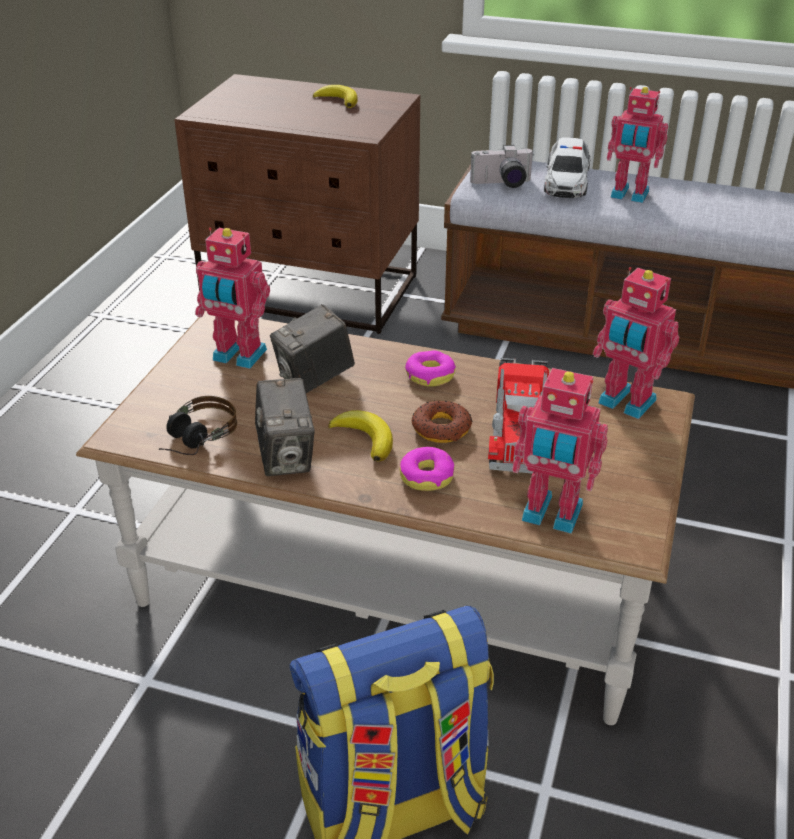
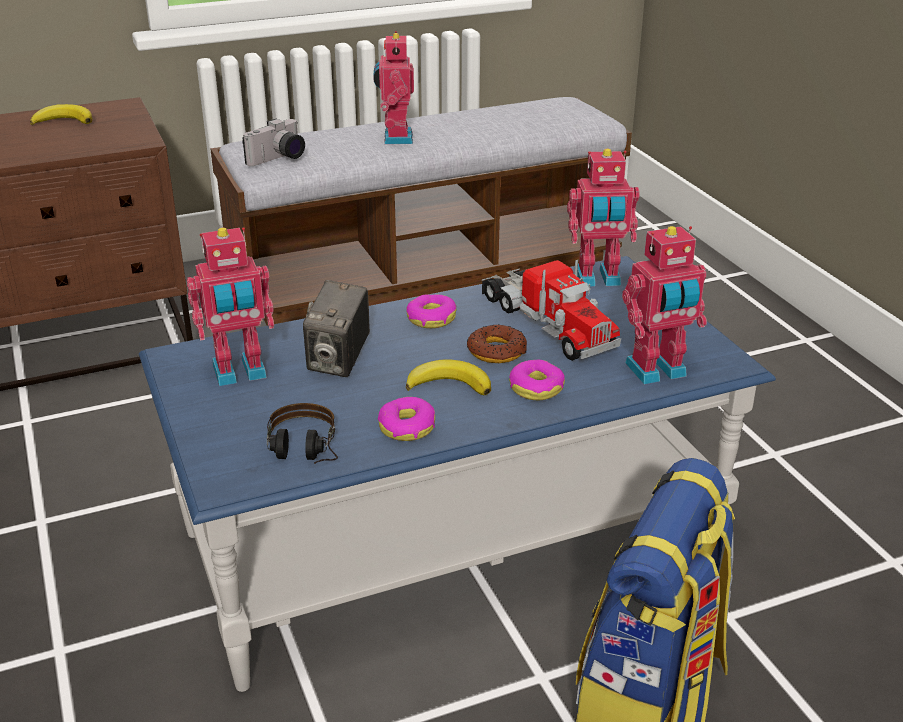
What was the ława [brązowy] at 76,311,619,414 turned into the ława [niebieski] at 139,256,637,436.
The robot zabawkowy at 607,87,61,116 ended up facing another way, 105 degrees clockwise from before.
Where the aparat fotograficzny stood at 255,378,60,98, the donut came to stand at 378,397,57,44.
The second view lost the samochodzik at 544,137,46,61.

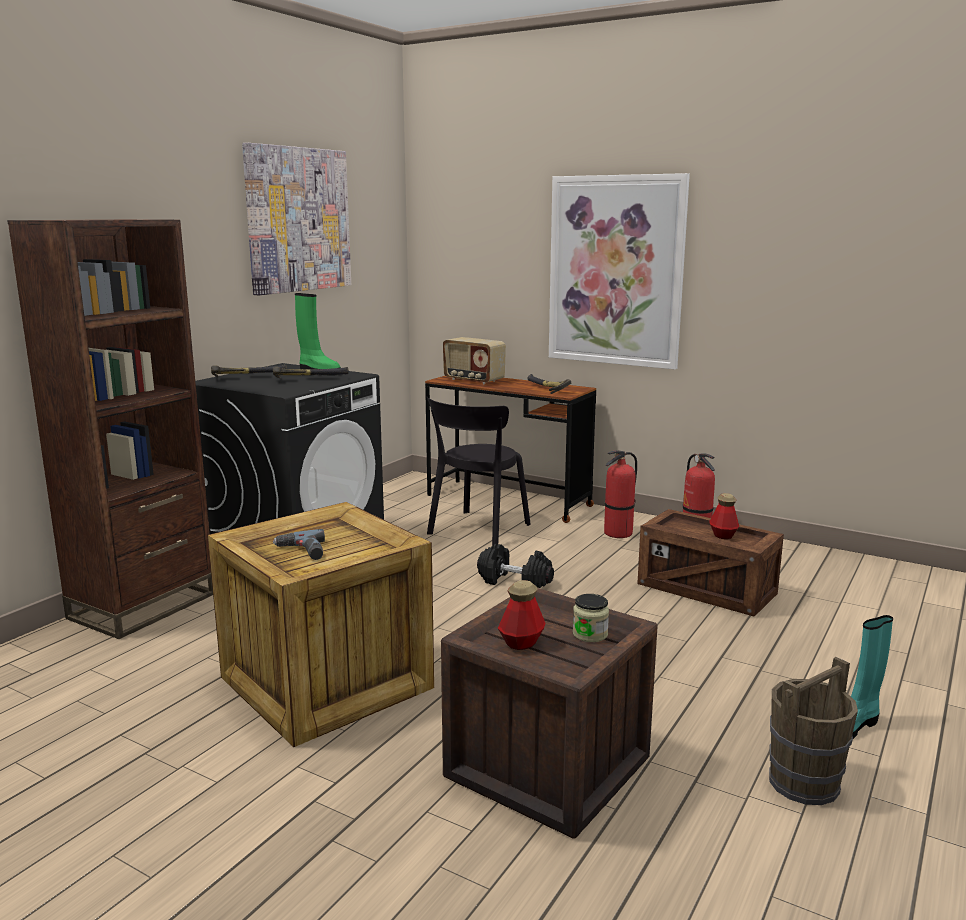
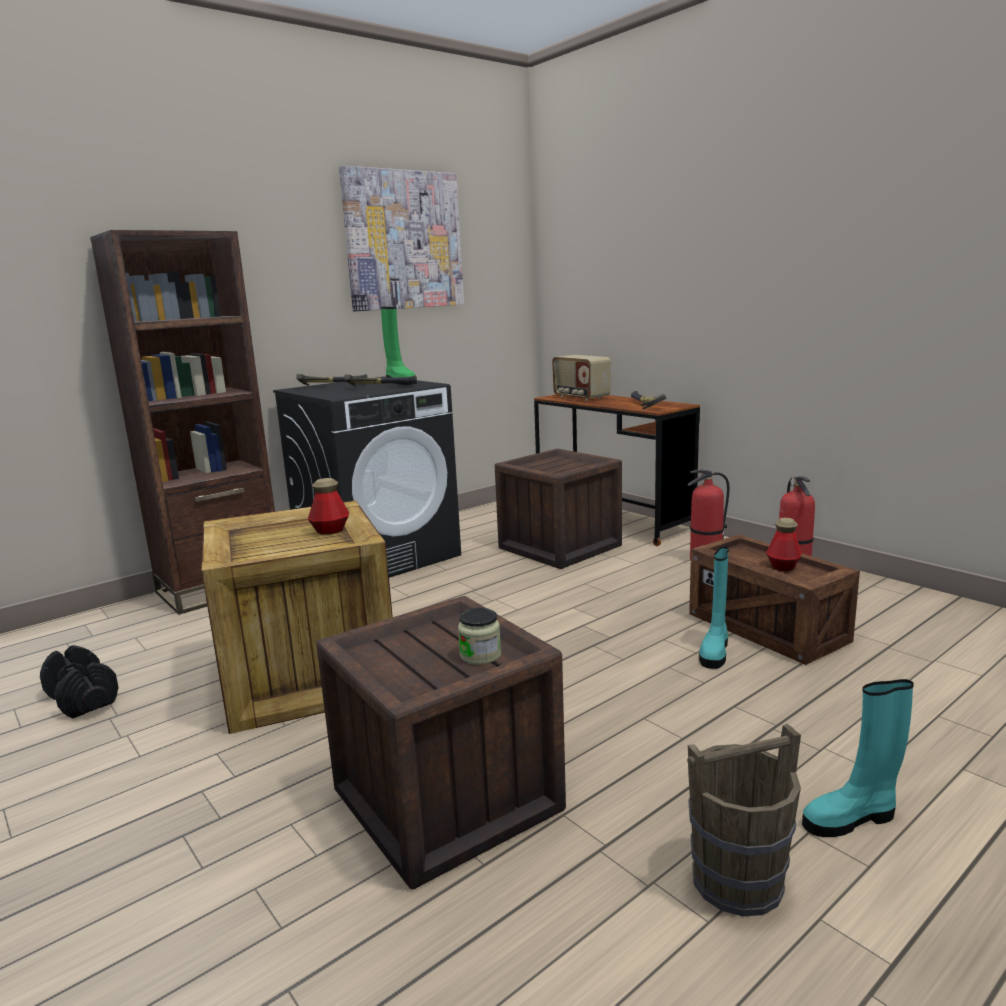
The hantel [czarny] ended up elsewhere, having gone from 477,544,77,44 to 40,645,79,74.
The butelka ended up elsewhere, having gone from 498,580,48,70 to 308,478,41,56.
Where the krzesło [czarny] stood at 427,397,104,149, the skrzynka came to stand at 495,449,127,120.
The second view gained the but z cholewką [turkusowy] at 699,546,30,123.
The second view lost the wiertarka at 273,529,52,31.
The second view lost the obraz at 549,173,141,196.

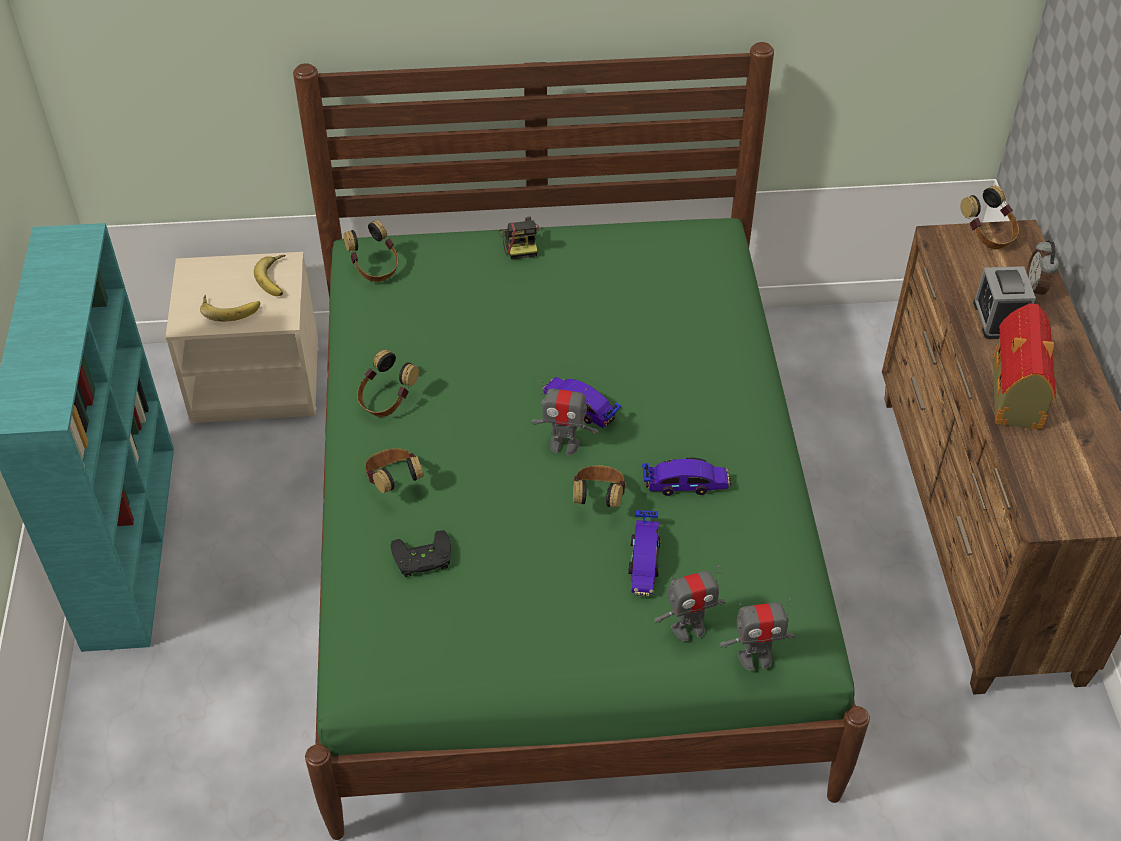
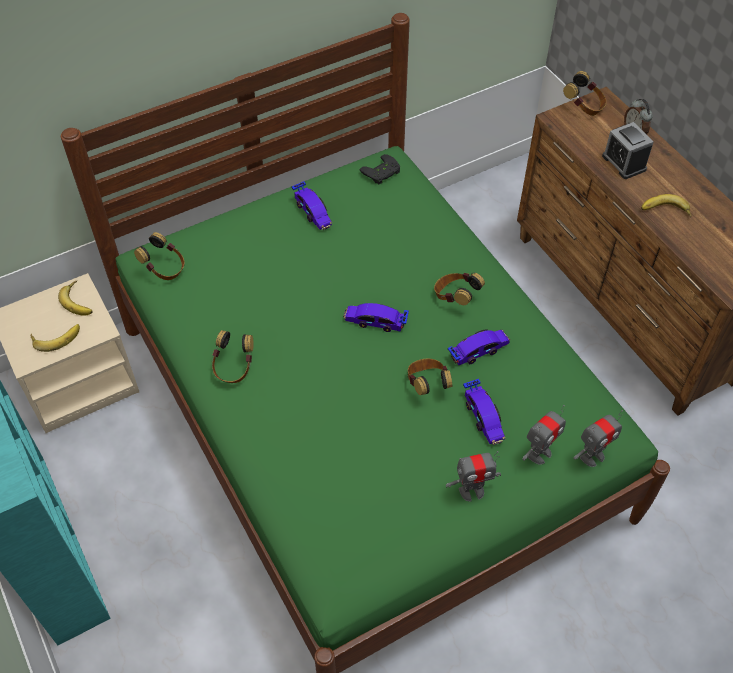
The second view gained the samochodzik at 292,181,40,49.
The pad do gier [czarny] ended up elsewhere, having gone from 391,530,60,47 to 360,154,40,31.
The słuchawki ended up elsewhere, having gone from 365,448,59,45 to 434,273,51,32.
The robot zabawkowy ended up elsewhere, having gone from 531,380,67,75 to 446,451,55,50.
Where the domek stood at 993,303,63,126, the banan came to stand at 641,194,50,24.
The second view lost the aparat fotograficzny at 499,217,40,42.

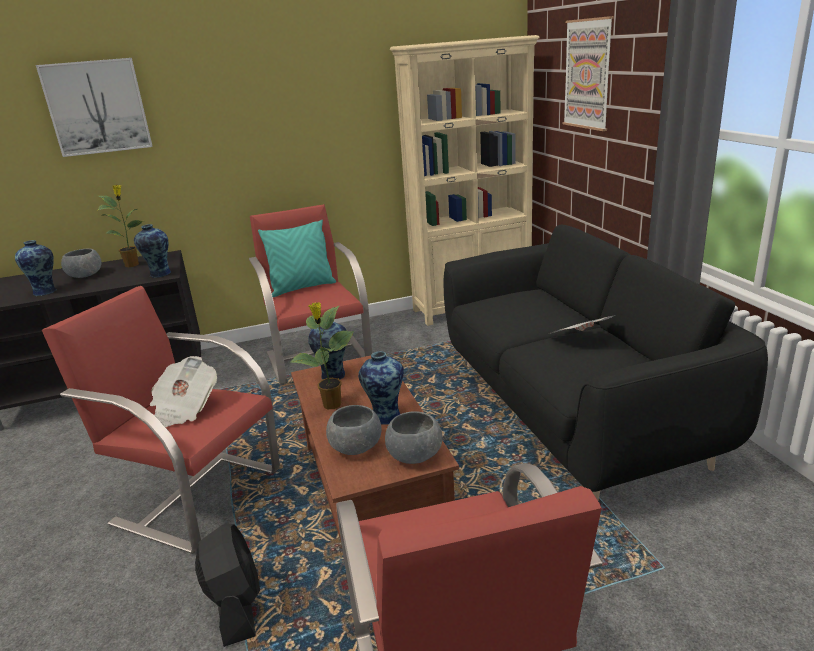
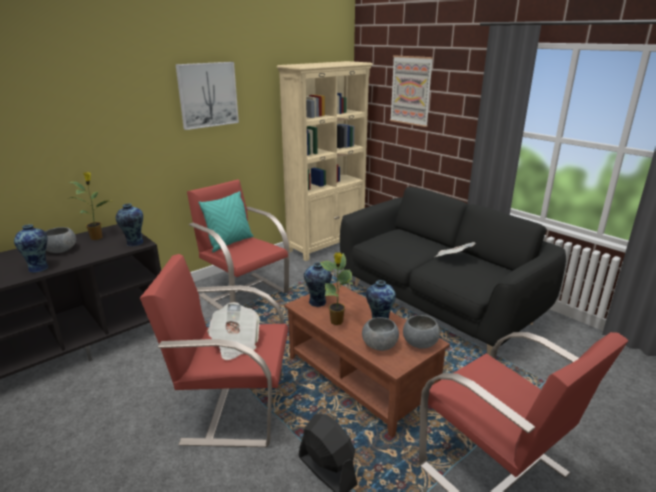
The obraz ended up elsewhere, having gone from 36,58,116,99 to 175,62,64,68.

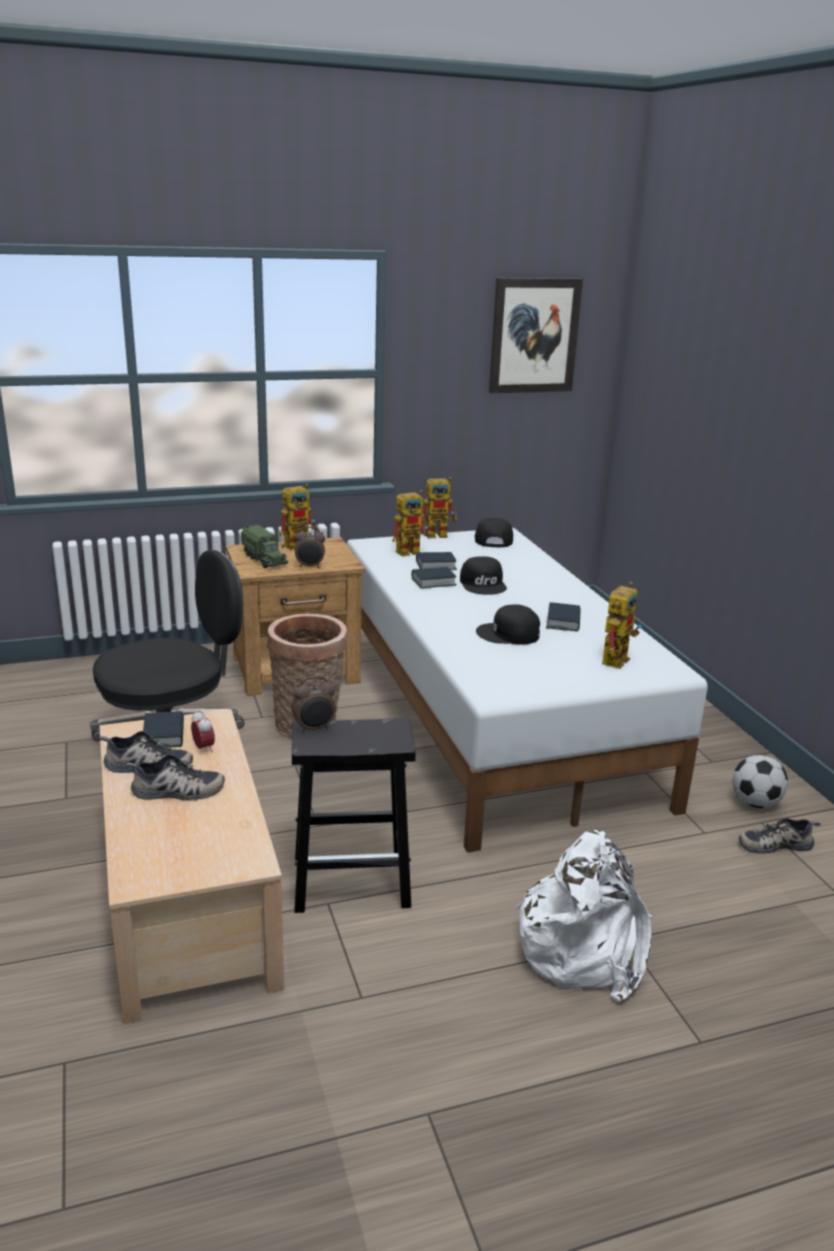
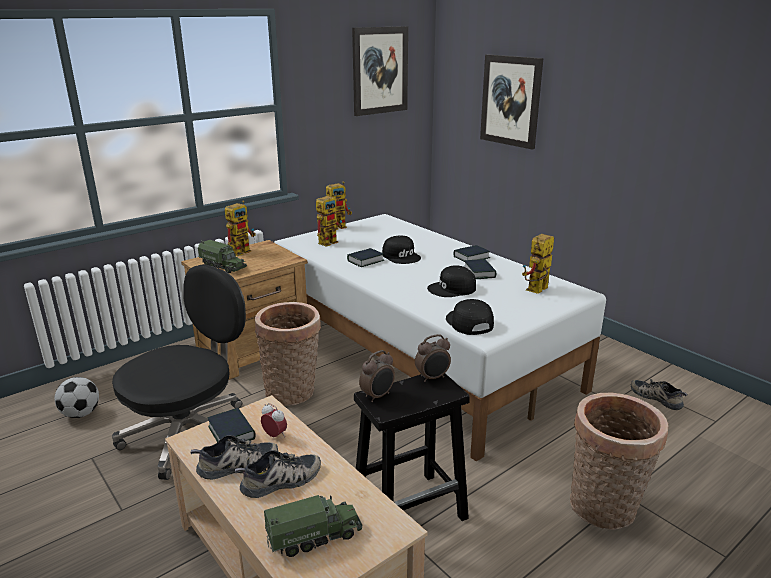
The piłka futbolowa ended up elsewhere, having gone from 733,755,55,53 to 55,377,44,41.
The second view gained the ciężarówka zabawkowa at 264,495,98,62.
The budzik ended up elsewhere, having gone from 295,526,30,42 to 415,334,36,48.
The czapka z daszkiem [czarny] ended up elsewhere, having gone from 474,518,39,29 to 446,299,48,36.
The książka ended up elsewhere, having gone from 416,552,41,18 to 453,245,37,17.
The second view gained the obraz at 480,55,63,95.
The robot zabawkowy at 602,582,40,87 ended up facing another way, 150 degrees counterclockwise from before.
Where the plecak [biały] stood at 515,830,137,172, the koszyk came to stand at 570,392,98,138.
The but at 739,818,82,36 ended up facing another way, 75 degrees clockwise from before.

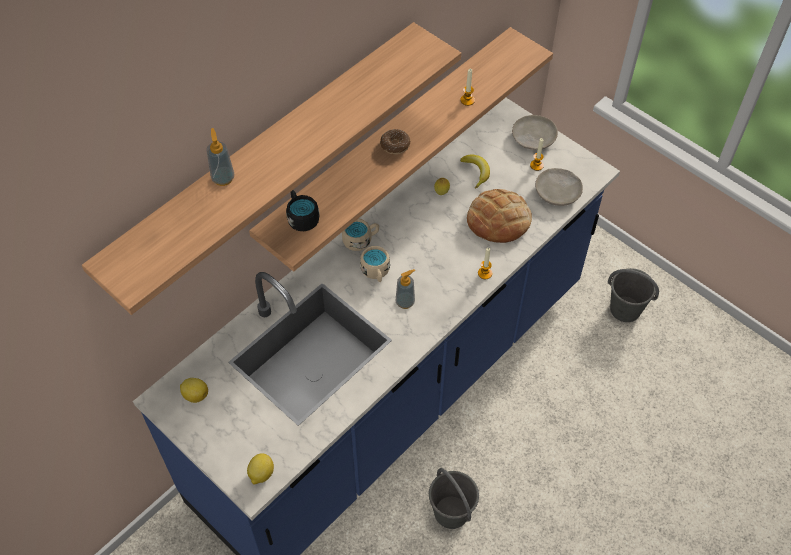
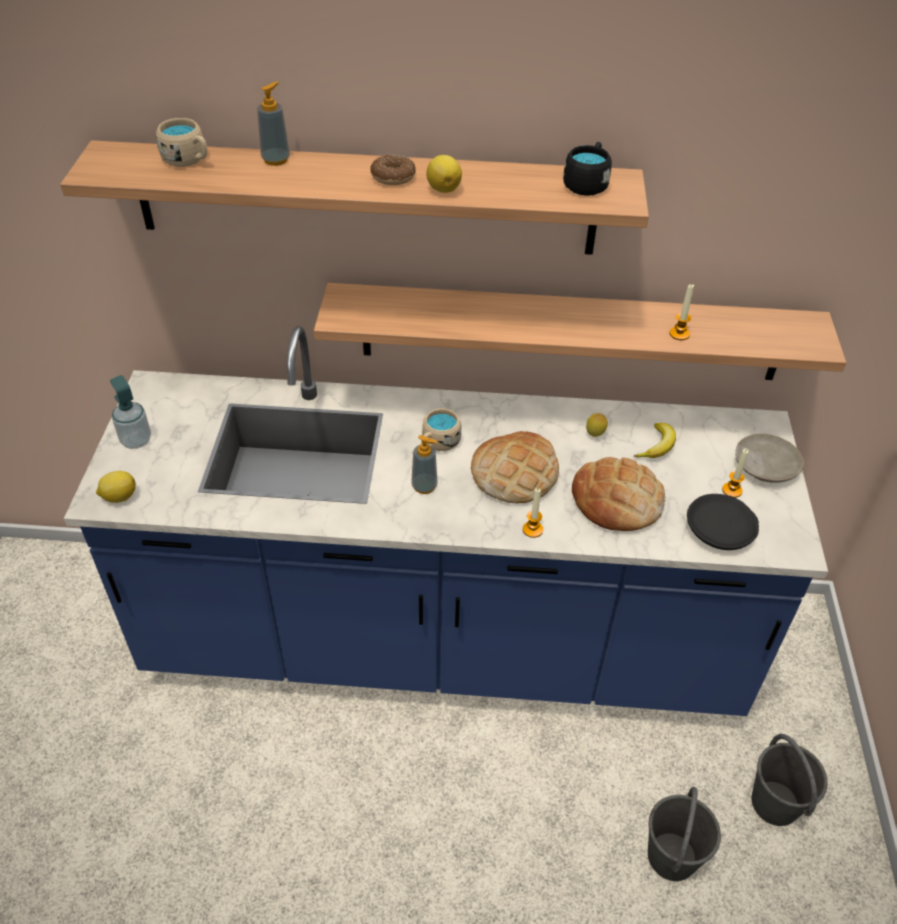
The second view gained the dozownik mydła at 110,375,41,74.
The kubek [beżowy] ended up elsewhere, having gone from 342,218,37,33 to 156,118,52,49.
The donut ended up elsewhere, having gone from 380,129,30,25 to 370,155,46,30.
The cytryna ended up elsewhere, having gone from 180,378,28,25 to 427,155,35,38.
The second view gained the chleb at 471,431,88,73.
The kubek [czarny] ended up elsewhere, having gone from 286,190,34,41 to 563,142,49,54.
The wiadro [szary] ended up elsewhere, having gone from 429,468,50,61 to 648,787,73,94.
What was the talerz [beżowy] at 535,168,48,38 turned into the talerz [czarny] at 687,494,72,56.

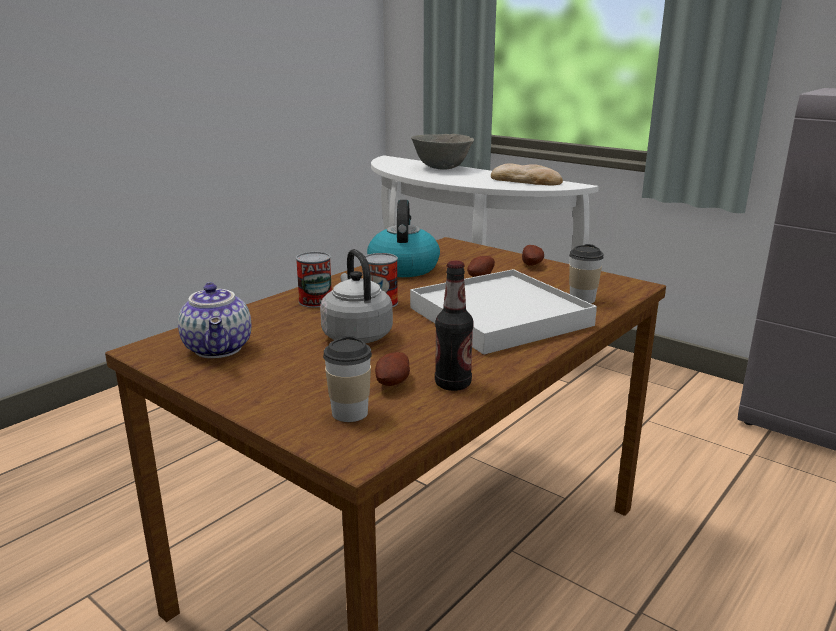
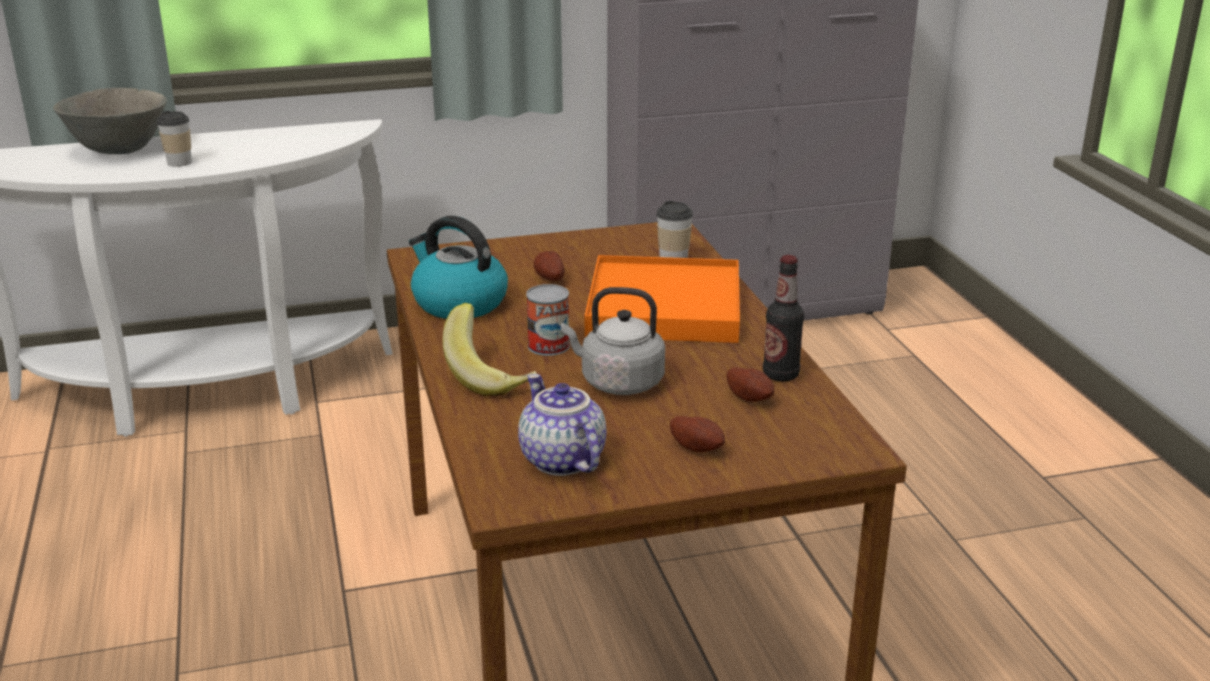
The filiżanka ended up elsewhere, having gone from 323,336,49,86 to 157,111,35,56.
Where the puszka stood at 296,252,36,56, the banan came to stand at 443,303,94,93.
The imbryk at 178,282,73,76 ended up facing another way, 135 degrees counterclockwise from before.
What was the taca [biały] at 410,269,187,86 turned into the taca [pomarańczowy] at 585,255,155,88.
The ziemniak ended up elsewhere, having gone from 522,245,22,21 to 670,416,55,36.
The second view lost the chleb at 491,163,72,22.

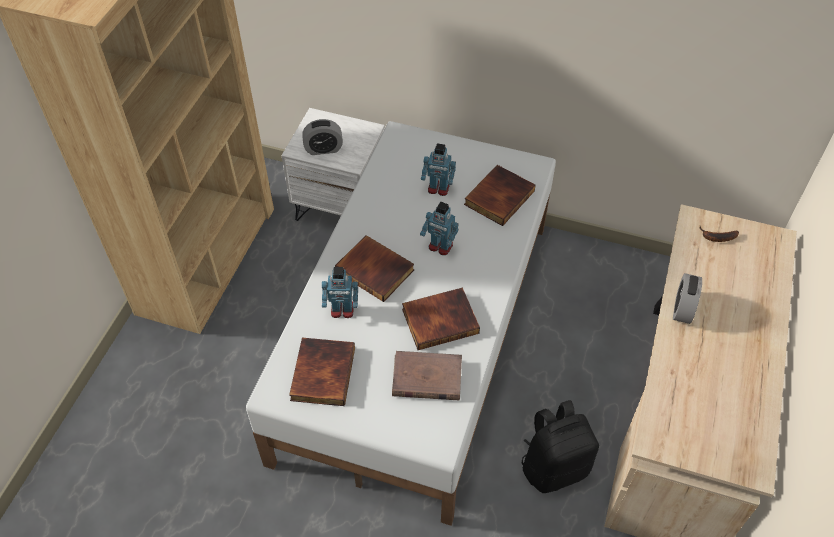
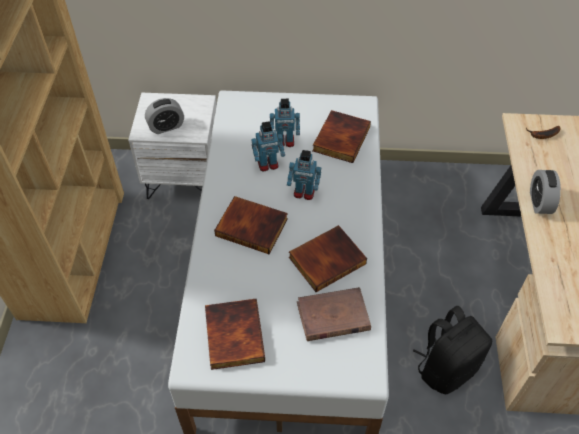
The robot zabawkowy ended up elsewhere, having gone from 322,267,36,51 to 251,121,34,50.

